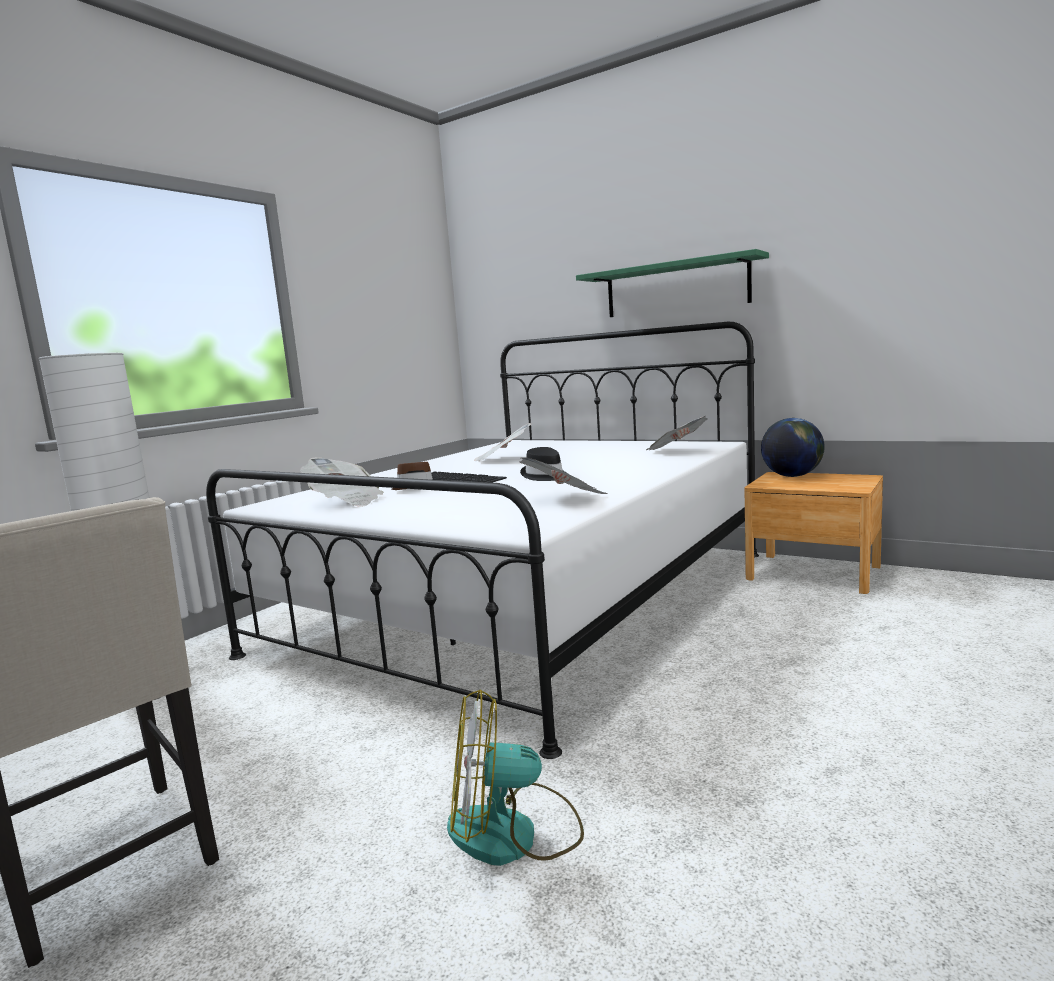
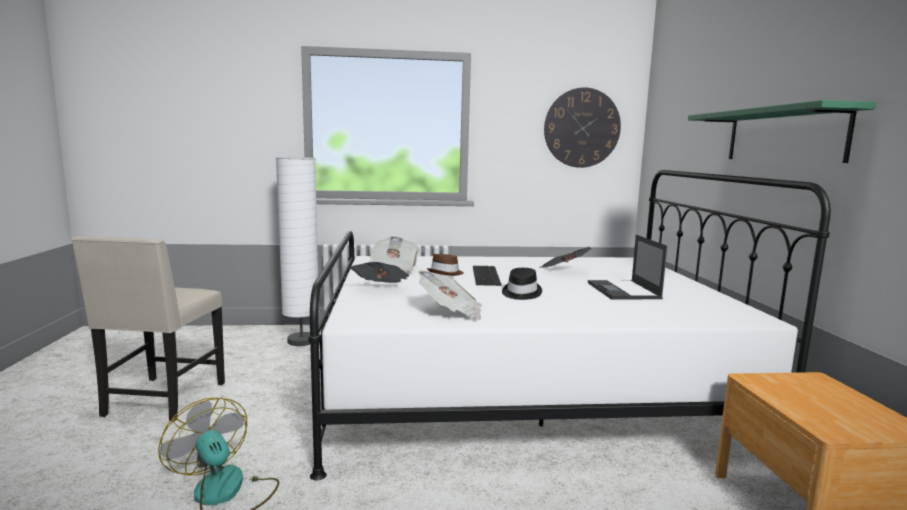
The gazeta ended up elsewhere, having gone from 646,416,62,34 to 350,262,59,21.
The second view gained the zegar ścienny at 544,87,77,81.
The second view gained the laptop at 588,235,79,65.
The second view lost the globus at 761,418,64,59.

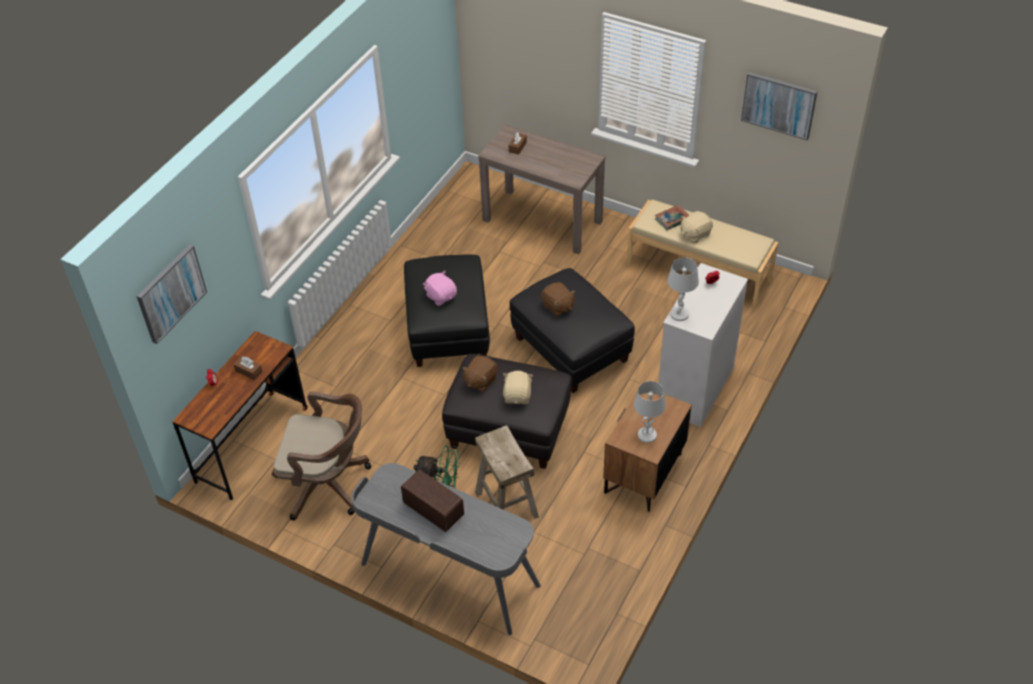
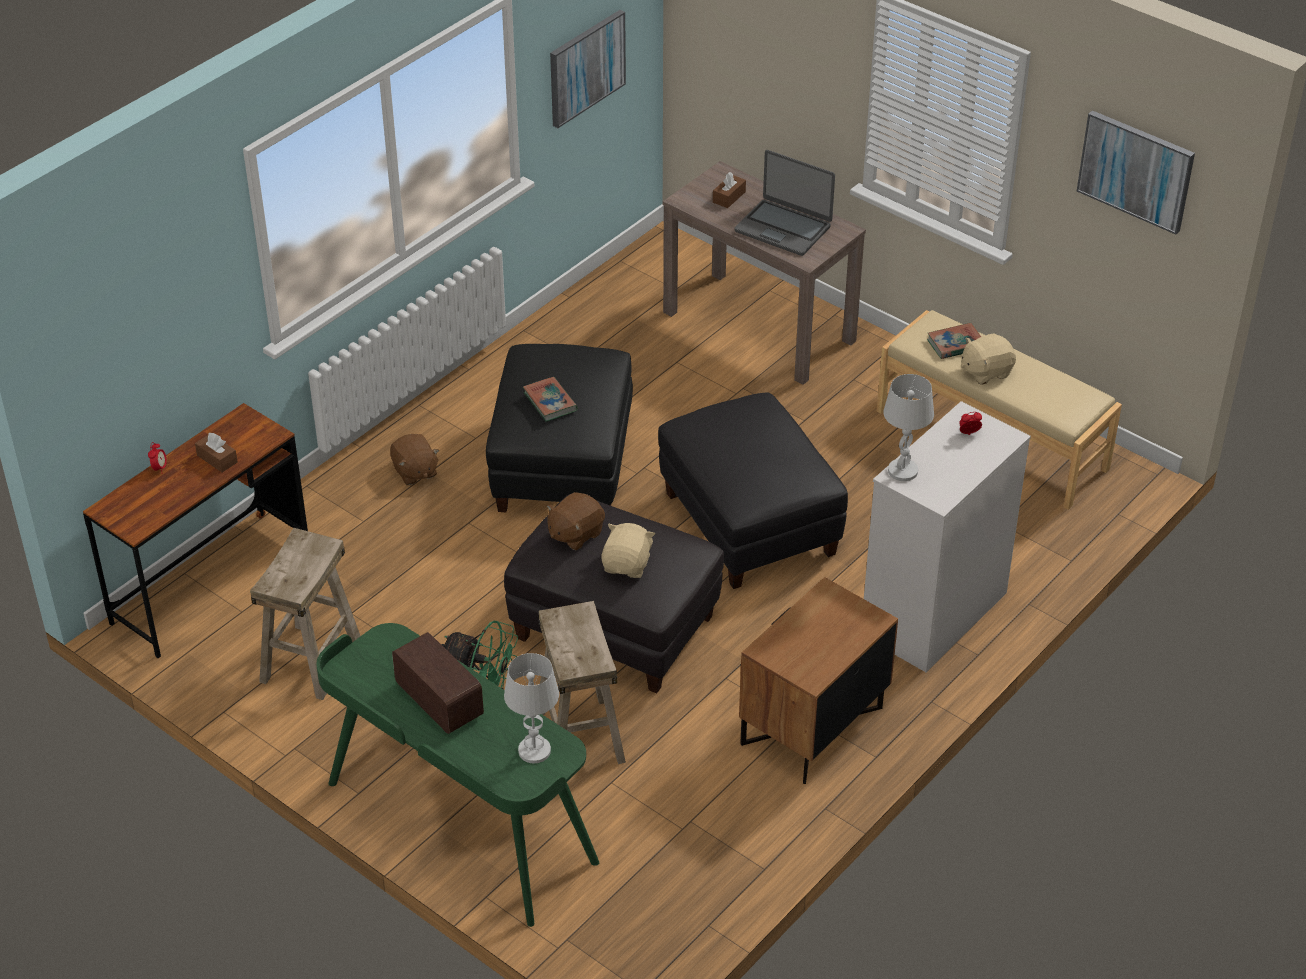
Where the krzesło biurowe [brązowy] stood at 272,392,99,128, the stołek [beżowy] came to stand at 250,528,110,172.
What was the biurko [szary] at 351,463,190,172 turned into the biurko [zielony] at 316,623,283,304.
The pluszak [brązowy] ended up elsewhere, having gone from 541,282,34,35 to 390,434,50,51.
The lampa stołowa [biały] ended up elsewhere, having gone from 634,381,32,62 to 504,653,55,110.
Where the pluszak [różowy] stood at 423,271,34,35, the książka came to stand at 523,377,55,45.
The obraz ended up elsewhere, having gone from 136,244,71,100 to 550,10,76,118.
The second view gained the laptop at 734,150,101,106.

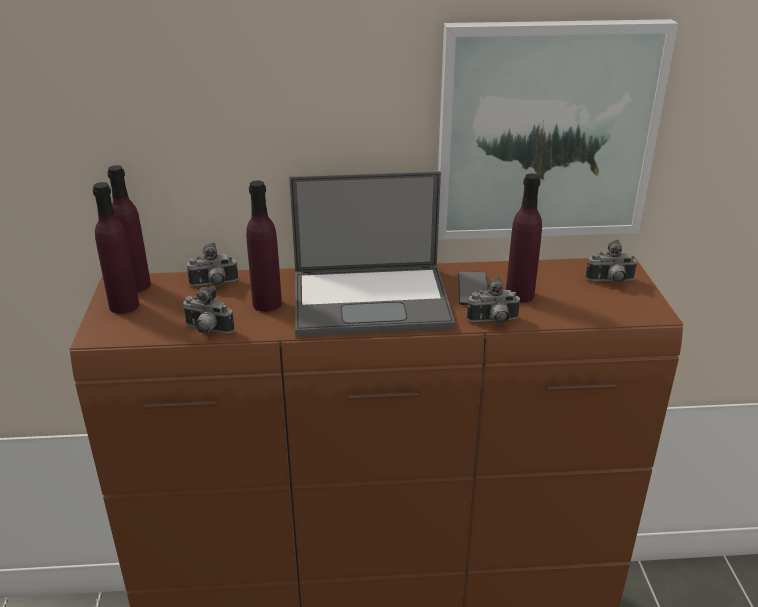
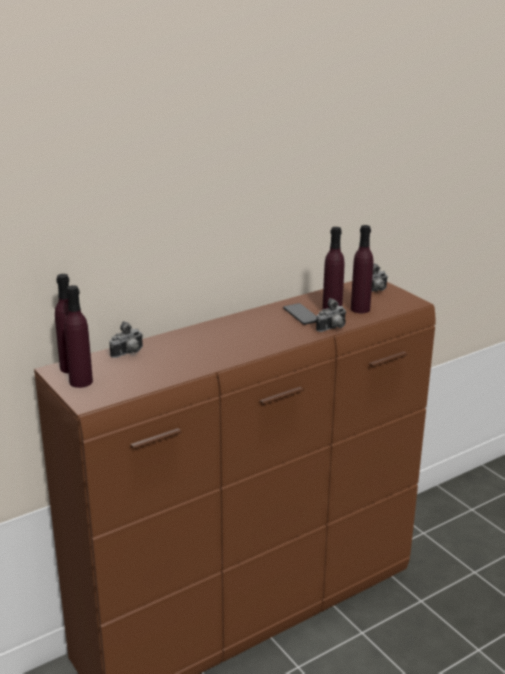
The butelka [fioletowy] ended up elsewhere, having gone from 246,181,36,131 to 351,225,22,88.
The second view lost the aparat fotograficzny at 182,286,53,48.
The second view lost the laptop at 289,171,166,166.
The second view lost the obraz at 438,19,240,221.

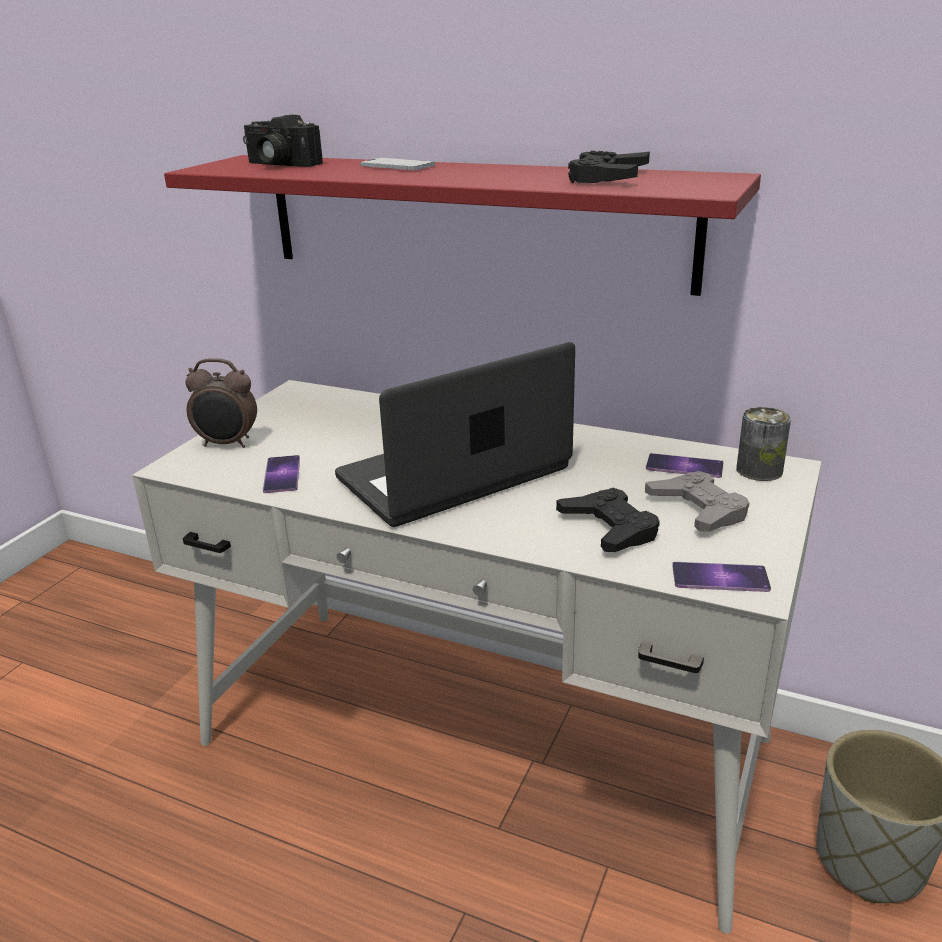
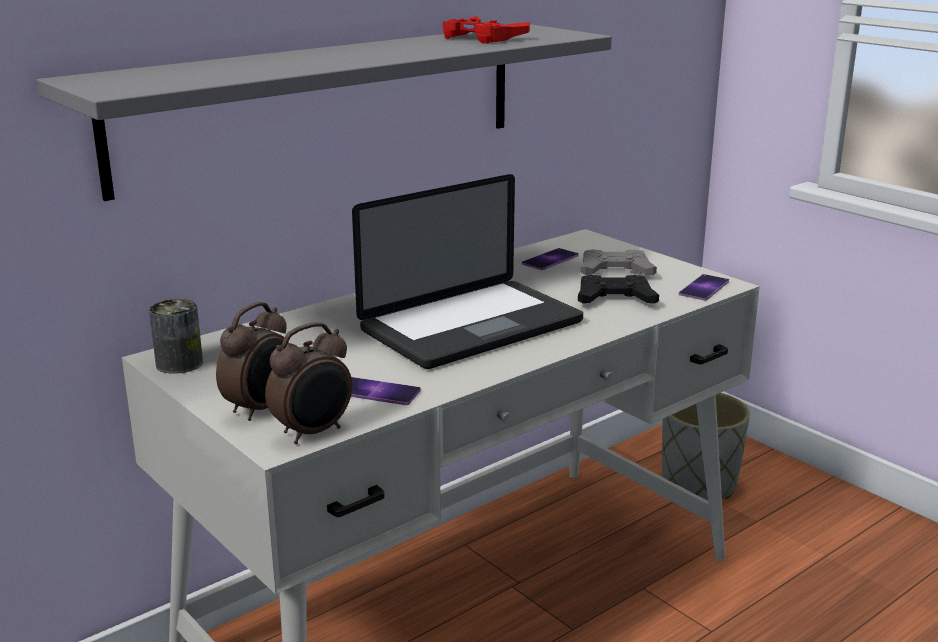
What was the półka [czerwony] at 164,155,597,141 turned into the półka [szary] at 36,25,576,176.
The puszka ended up elsewhere, having gone from 736,407,55,74 to 149,299,54,75.
The second view gained the budzik at 265,322,87,122.
The laptop at 335,342,240,185 ended up facing another way, 120 degrees counterclockwise from before.
What was the pad do gier [czarny] at 568,151,82,32 turned into the pad do gier [czerwony] at 443,16,87,28.
The second view lost the aparat fotograficzny at 243,115,80,52.
The second view lost the telefon at 360,158,75,12.

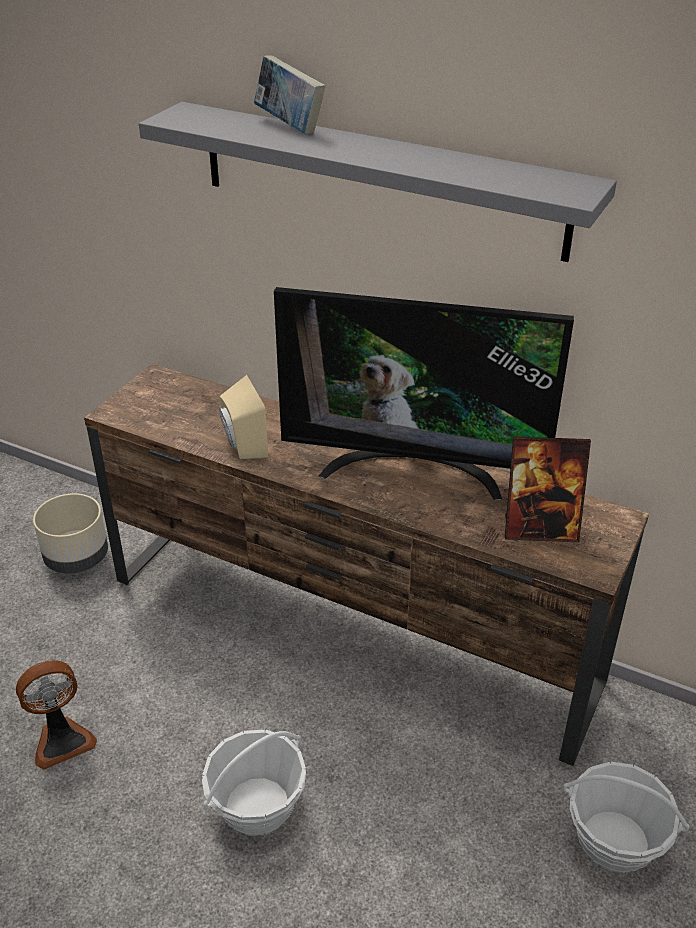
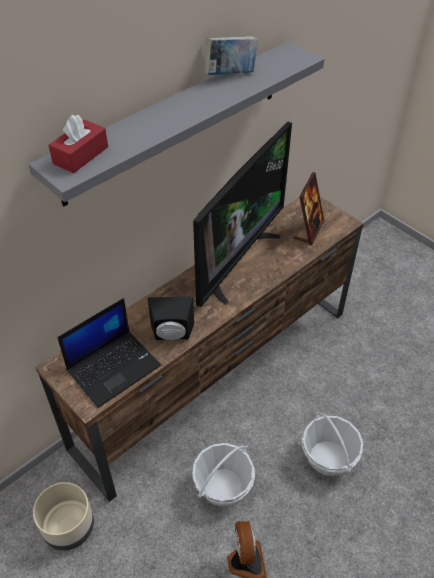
The second view gained the pudełko chusteczek [czerwony] at 48,115,60,58.
The second view gained the laptop at 57,298,104,110.
What was the głośnik [beżowy] at 219,375,49,84 turned into the głośnik [czarny] at 148,297,46,43.
The koszyk ended up elsewhere, having gone from 563,762,127,111 to 192,443,63,63.
The książka ended up elsewhere, having gone from 254,56,71,78 to 204,36,54,39.

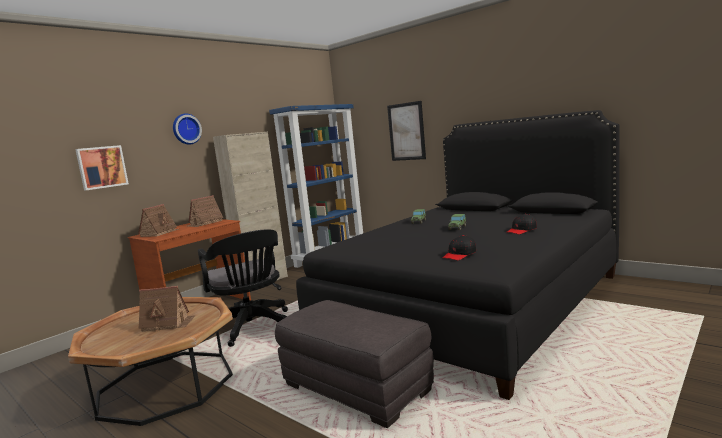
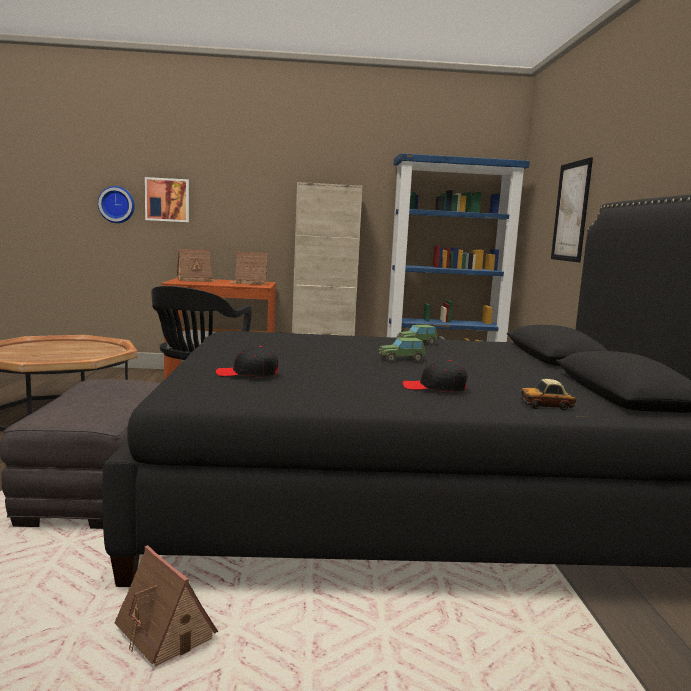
The zegar ścienny ended up elsewhere, having gone from 173,114,29,31 to 98,186,37,37.
The domek ended up elsewhere, having gone from 139,286,57,46 to 114,545,104,121.
The second view gained the samochodzik at 503,379,90,38.

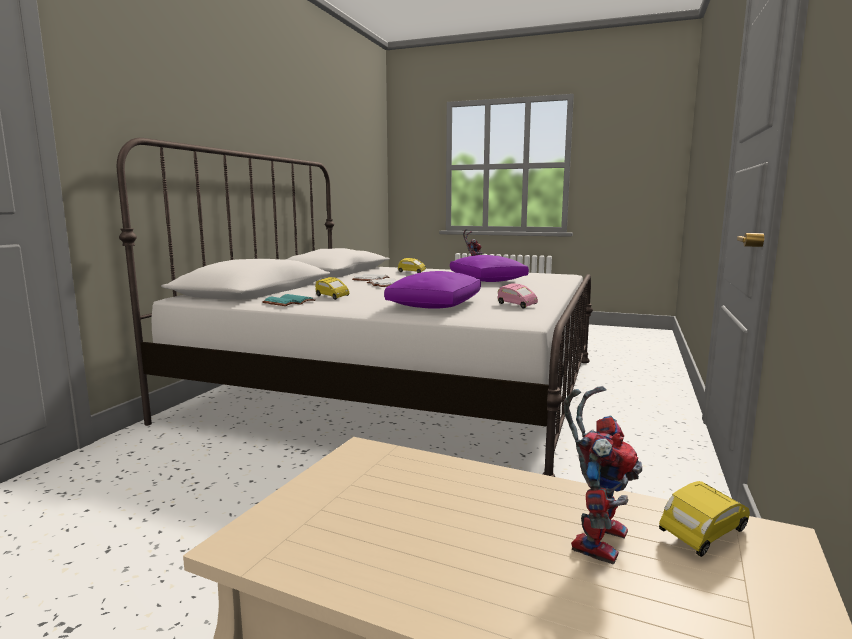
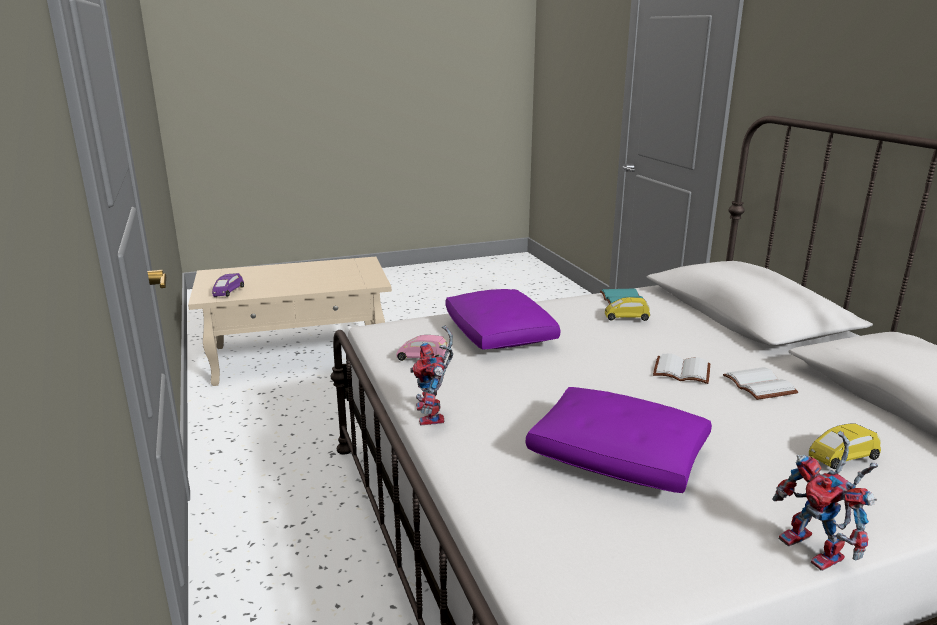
What was the samochodzik [żółty] at 659,481,91,76 turned into the samochodzik [fioletowy] at 212,273,32,24.
The robot zabawkowy ended up elsewhere, having gone from 564,386,78,179 to 410,326,43,99.

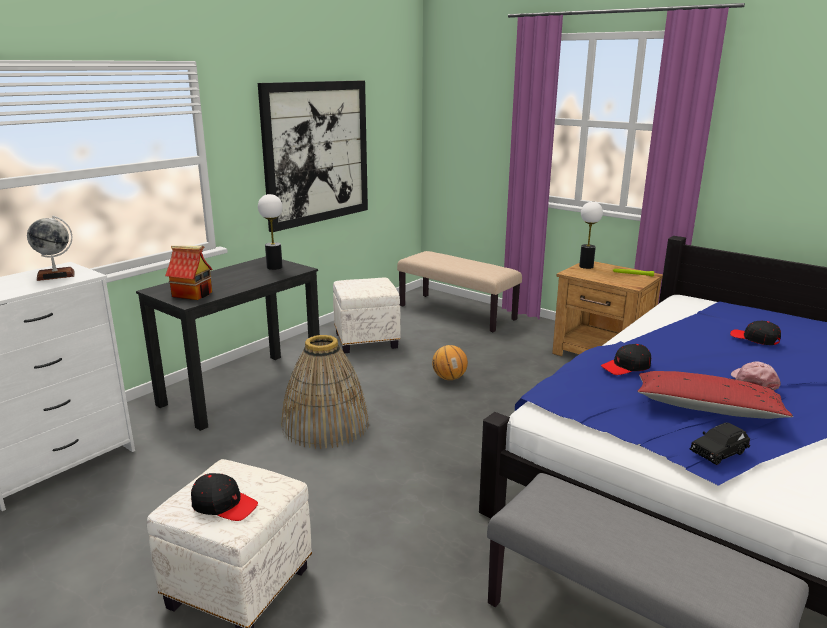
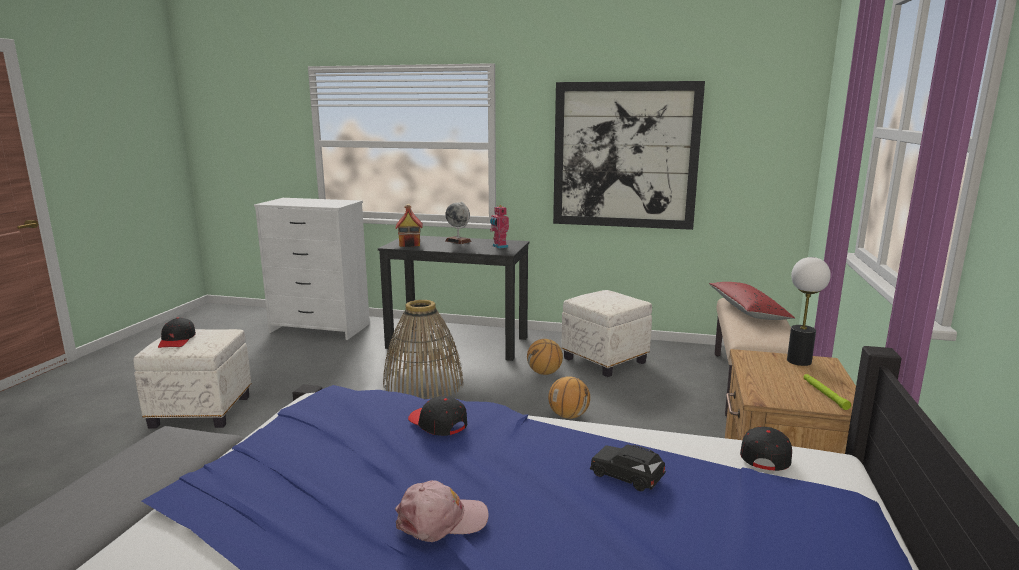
The globus ended up elsewhere, having gone from 27,216,48,65 to 445,202,27,42.
Where the lampa stołowa stood at 258,194,25,76, the robot zabawkowy came to stand at 490,205,19,44.
The second view gained the piłka do koszykówki at 527,339,36,36.
The samochodzik [czarny] ended up elsewhere, having gone from 689,423,61,42 to 590,444,76,47.
The poduszka [czerwony] ended up elsewhere, having gone from 637,371,156,48 to 709,282,86,38.
The czapka z daszkiem [czarny] ended up elsewhere, having gone from 730,321,51,24 to 740,427,52,44.

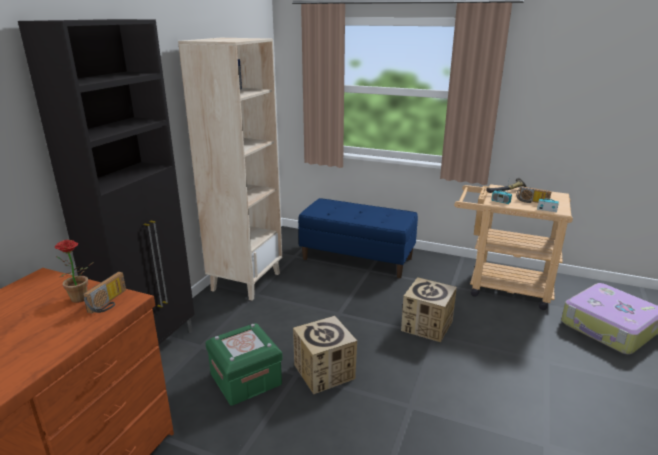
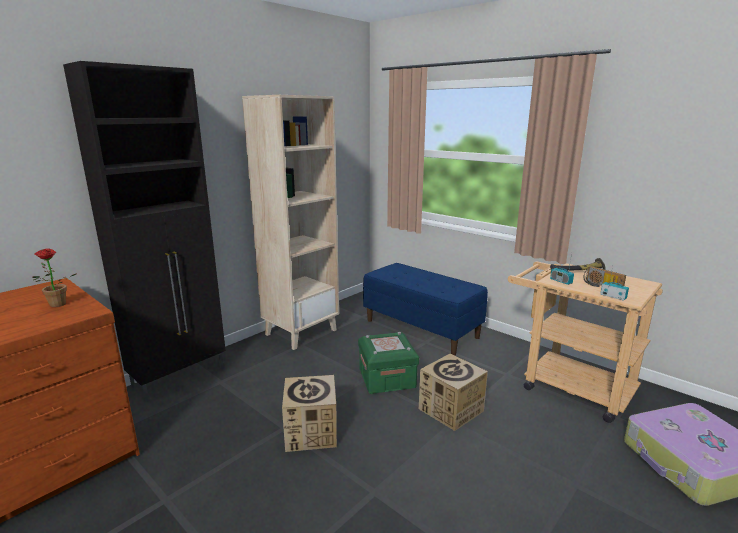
The pojemnik do przechowywania [zielony] ended up elsewhere, having gone from 205,323,78,83 to 358,332,61,62.
The second view lost the radio at 83,272,43,42.

